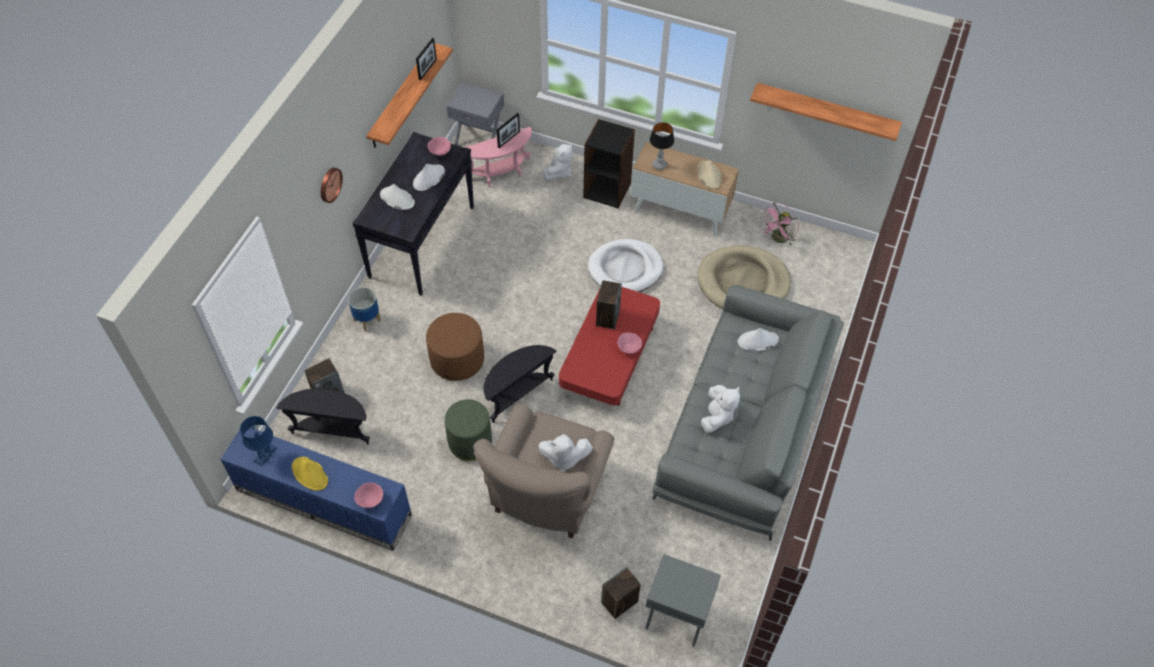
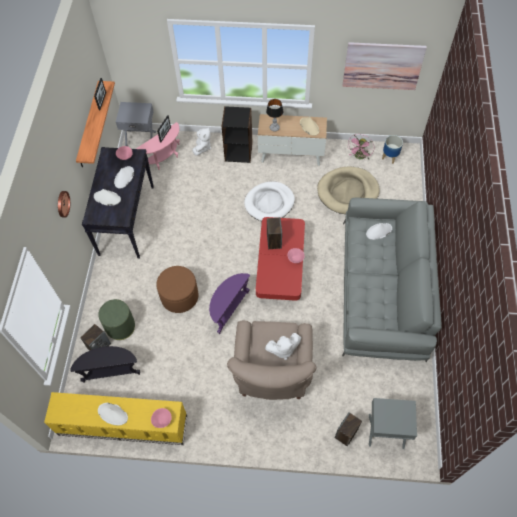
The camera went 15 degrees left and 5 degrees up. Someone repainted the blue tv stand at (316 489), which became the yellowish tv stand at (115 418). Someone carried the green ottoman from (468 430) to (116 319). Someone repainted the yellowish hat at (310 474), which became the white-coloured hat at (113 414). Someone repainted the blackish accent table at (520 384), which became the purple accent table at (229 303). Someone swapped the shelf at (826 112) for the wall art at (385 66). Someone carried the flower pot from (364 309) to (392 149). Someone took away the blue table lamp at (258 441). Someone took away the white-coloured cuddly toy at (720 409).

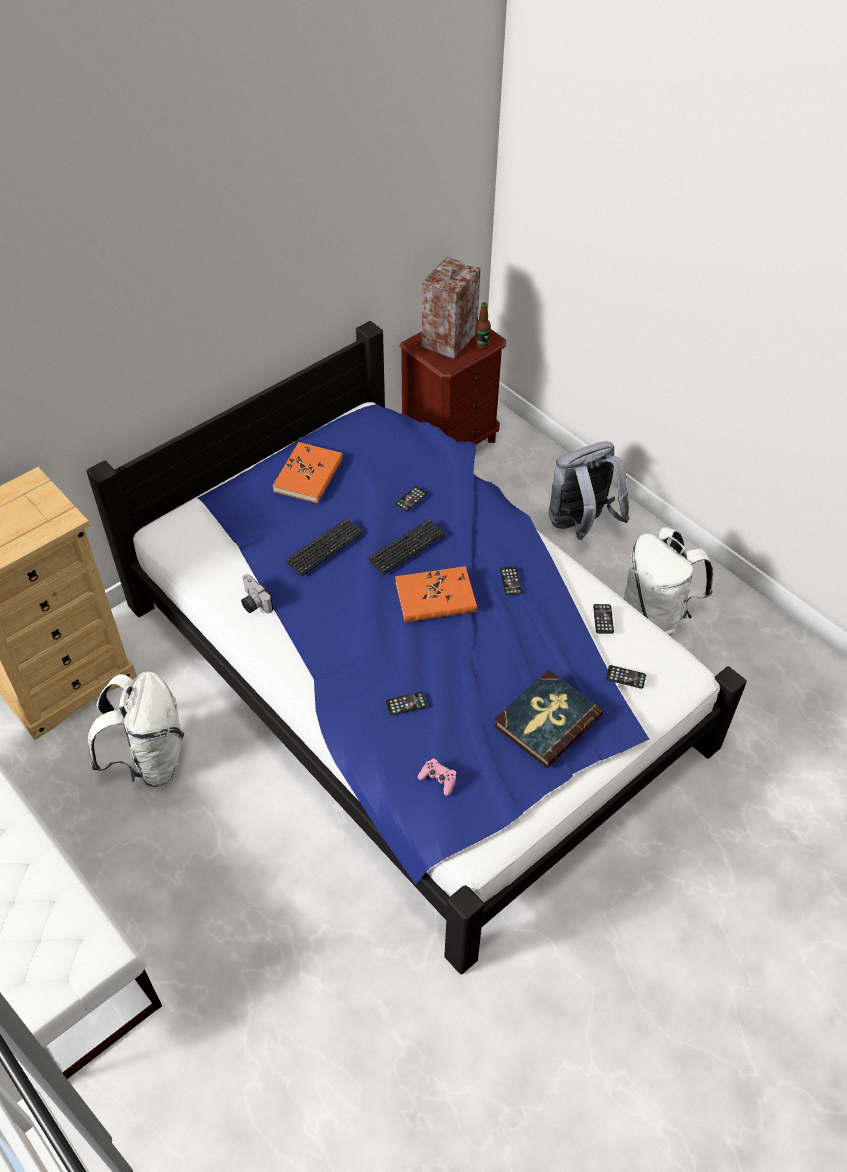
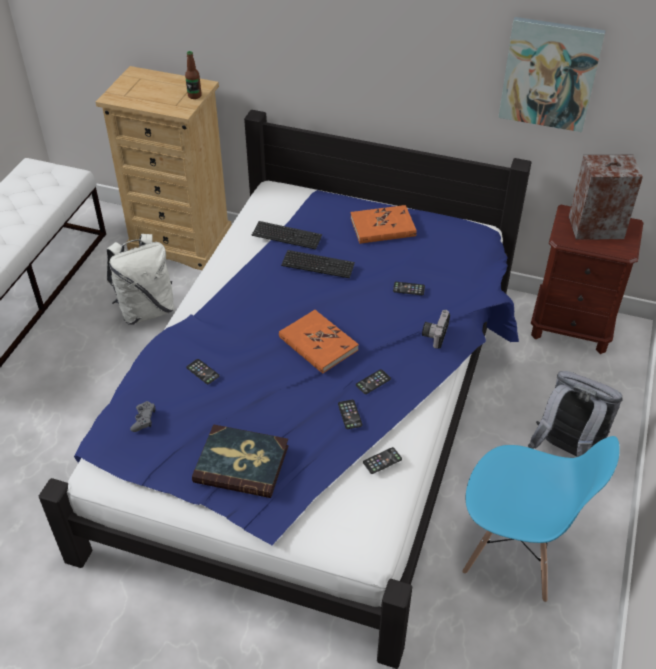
The camera went 60 degrees right and 5 degrees down. Someone repainted the pink joypad at (437 777), which became the grey joypad at (143 416). Someone carried the bottle from (483 326) to (193 75). Someone carried the PC keyboard from (406 547) to (287 235). Someone carried the telephone from (626 677) to (350 414). Someone carried the still camera from (257 593) to (436 329). Someone swapped the white-coloured rucksack at (669 581) for the blue upright chair at (541 519). Someone put up the wall art at (552 74).

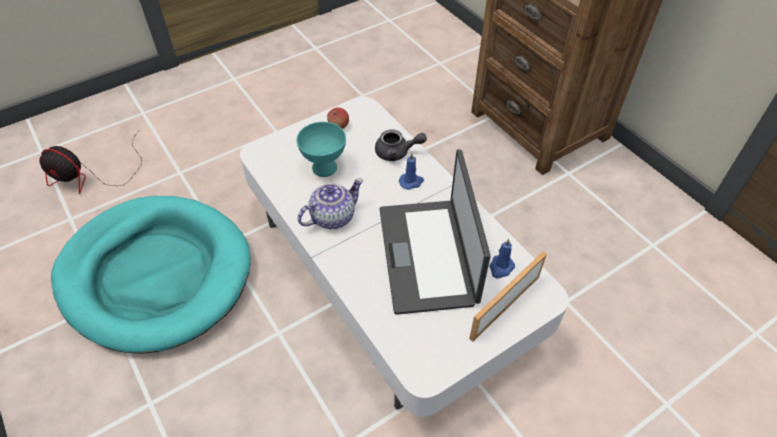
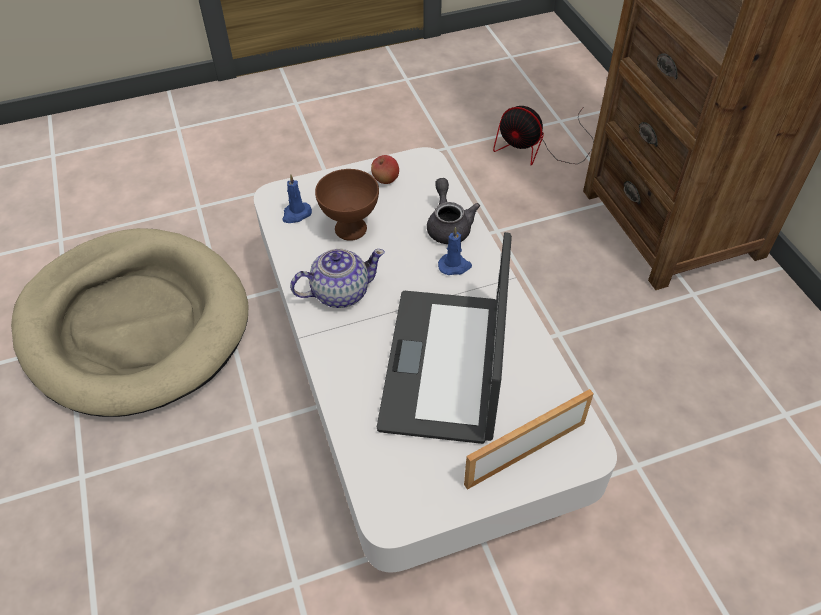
The camera went 15 degrees right and 0 degrees up. Someone repainted the turquoise dog bed at (151 274), which became the beige dog bed at (129 322). Someone carried the blue wax light from (502 258) to (297 198). Someone repainted the turquoise bowl at (321 149), which became the brownish bowl at (347 205). Someone rotated the grey tea pot at (401 145) by 120 degrees counterclockwise. Someone carried the fan from (90 162) to (543 135).

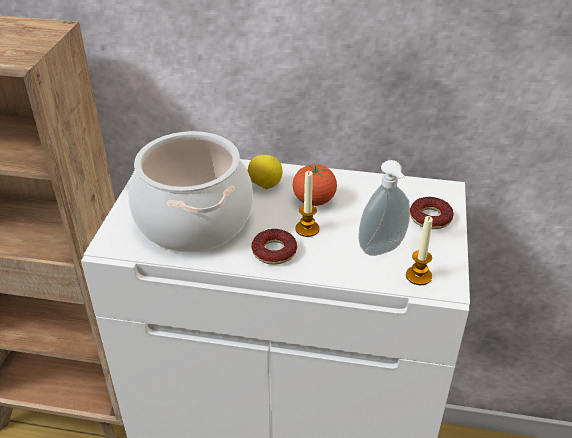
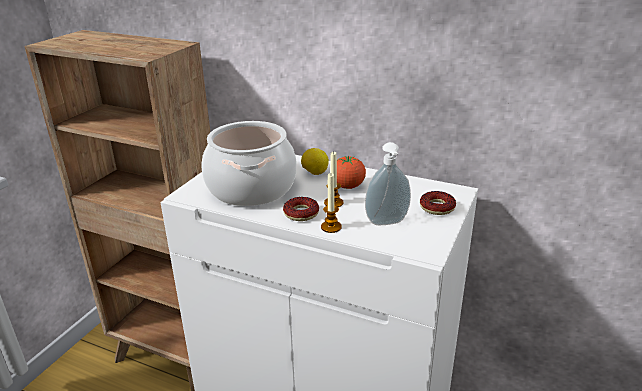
The camera went 15 degrees right and 10 degrees down. Someone carried the wax light from (419 250) to (331 203).

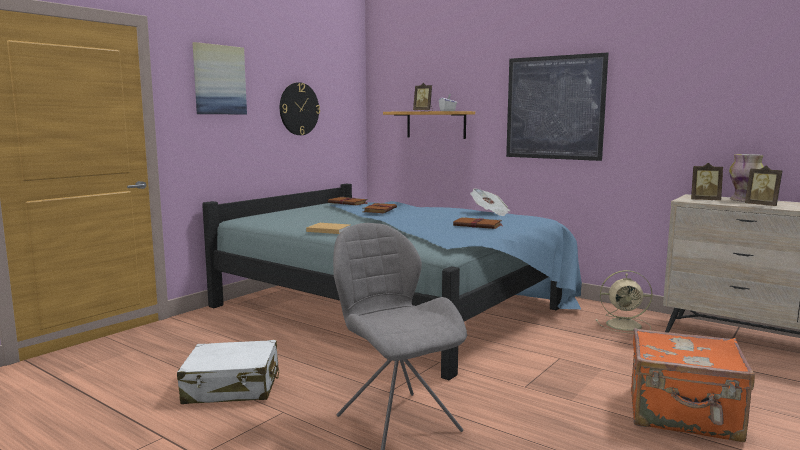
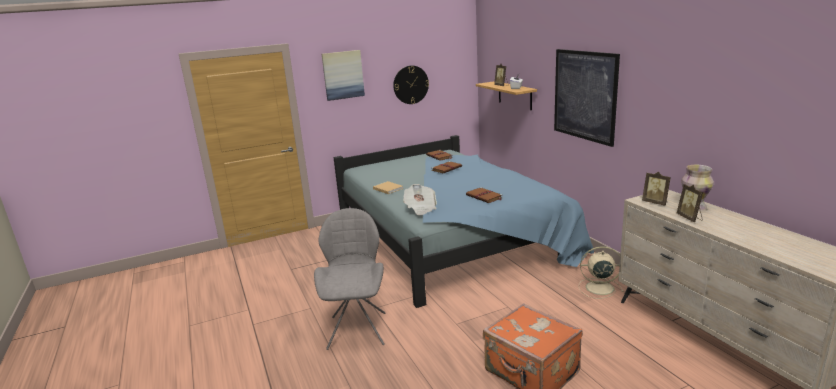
The camera went 30 degrees right and 10 degrees up. Someone carried the printed paper from (490 202) to (420 199). Someone rotated the beige fan at (624 302) by 150 degrees clockwise. Someone took away the white-coloured travel case at (228 372).

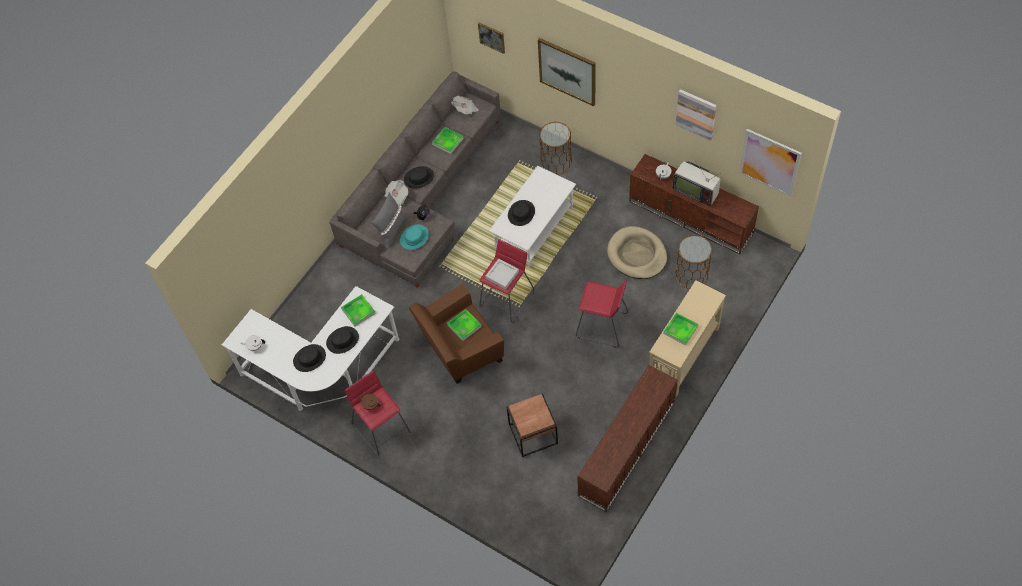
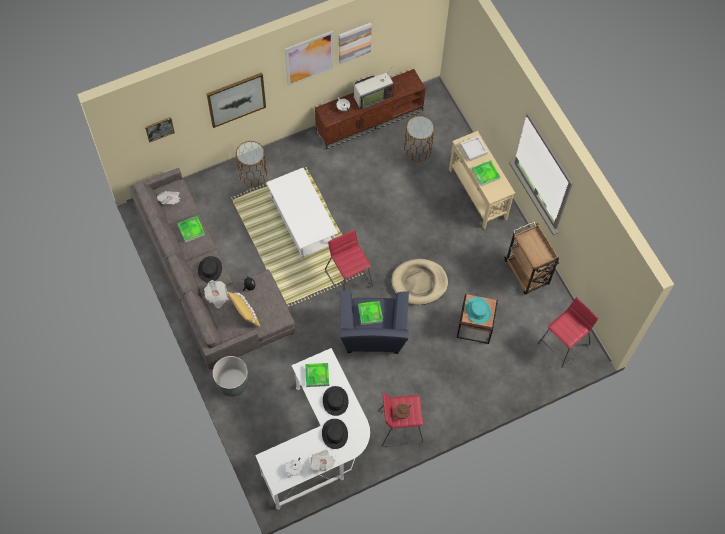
The camera went 65 degrees left and 5 degrees up. Someone put down the grey flower pot at (230 376). Someone repainted the grey cushion at (389 219), which became the yellowish cushion at (243 309). Someone carried the wall art from (770 163) to (309 58). Someone put down the printed paper at (322 461). Someone repainted the brownish armchair at (456 333), which became the blue armchair at (374 322). Someone carried the beige dog bed from (637 252) to (419 282). Someone carried the grey tray from (502 274) to (474 148). Someone carried the turquoise hat from (414 237) to (478 310). Someone swapped the brownish tv stand at (627 438) for the brownish trolley at (531 258). Someone carried the red stool from (602 313) to (567 332). Someone took away the blackish hat at (521 213).

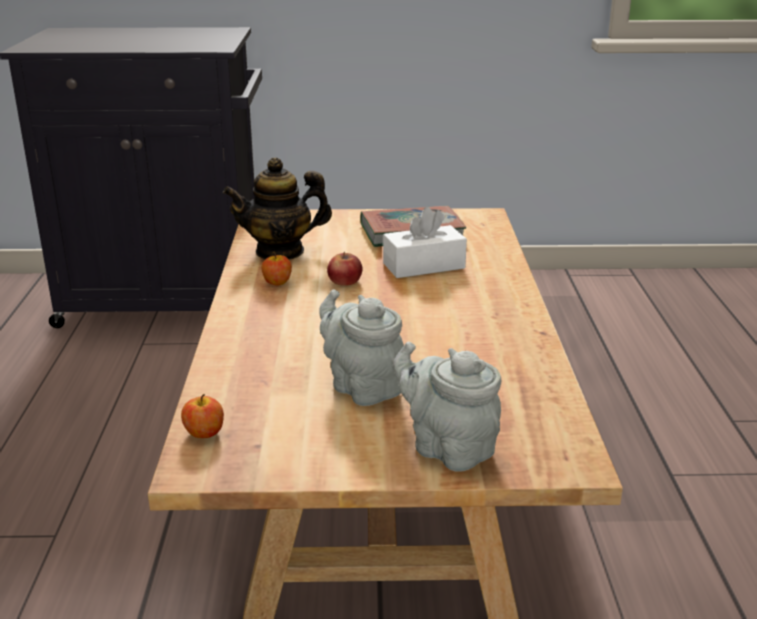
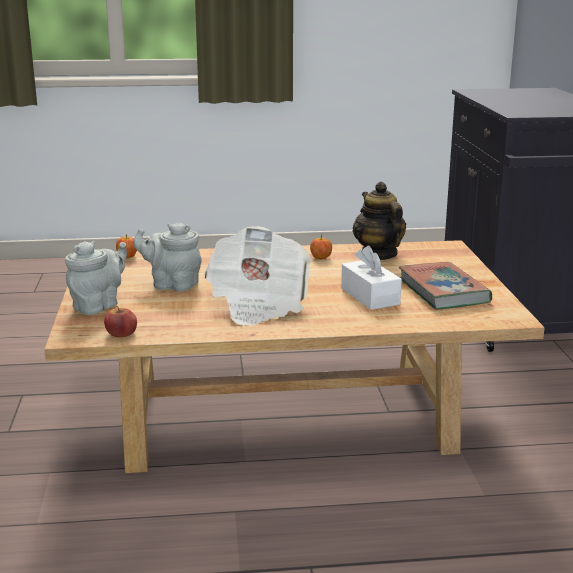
The camera went 85 degrees right and 5 degrees down. Someone carried the whole apple from (344 268) to (120 321). Someone rotated the grey tea pot at (361 347) by 120 degrees counterclockwise. Someone put down the printed paper at (257 276).

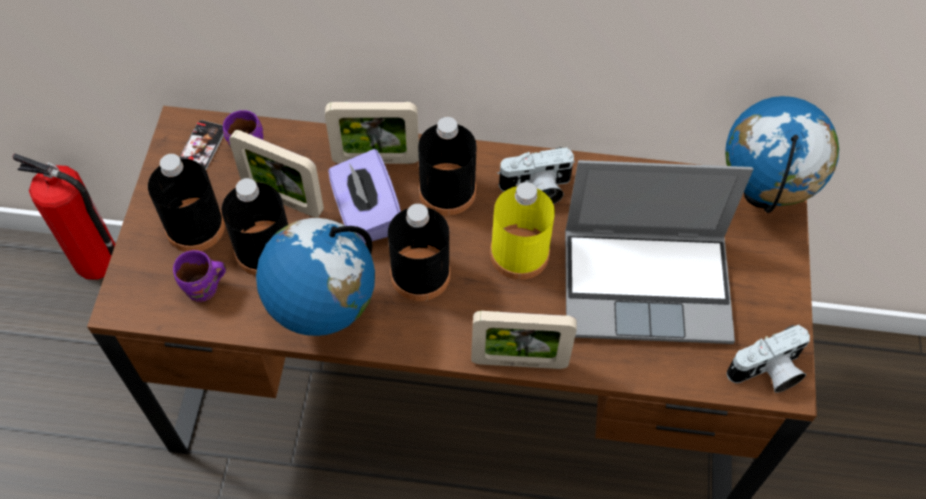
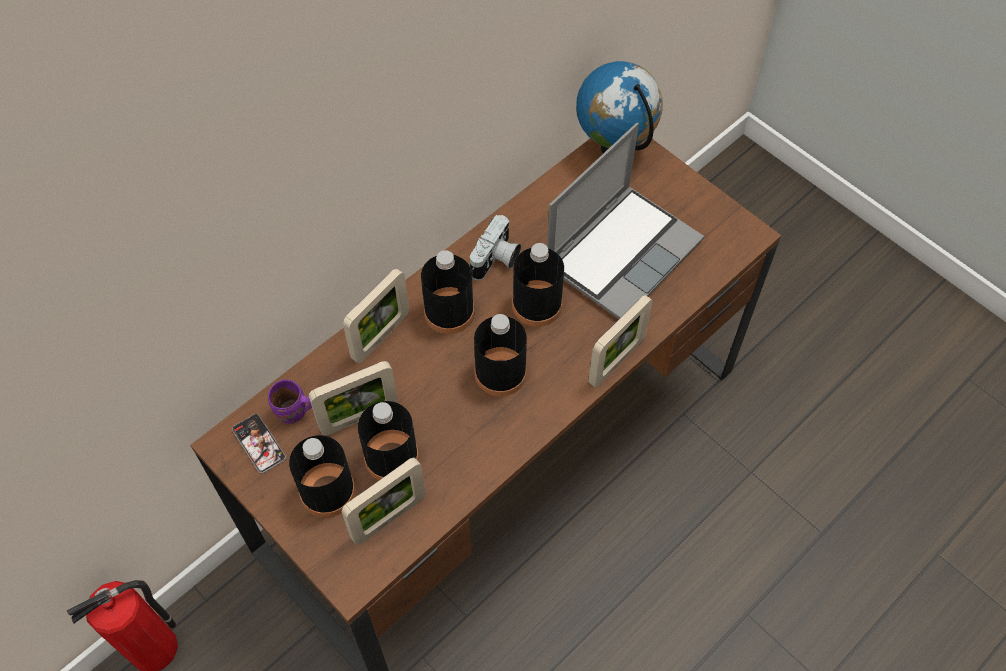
The camera went 50 degrees left and 0 degrees up. Someone swapped the purple tea mug at (199 276) for the picture frame at (383 501). Someone repainted the yellowish bottle at (522 231), which became the blackish bottle at (538 285). Someone took away the globe at (315 277). Someone took away the purple tissue box at (364 196). Someone took away the still camera at (768 359).

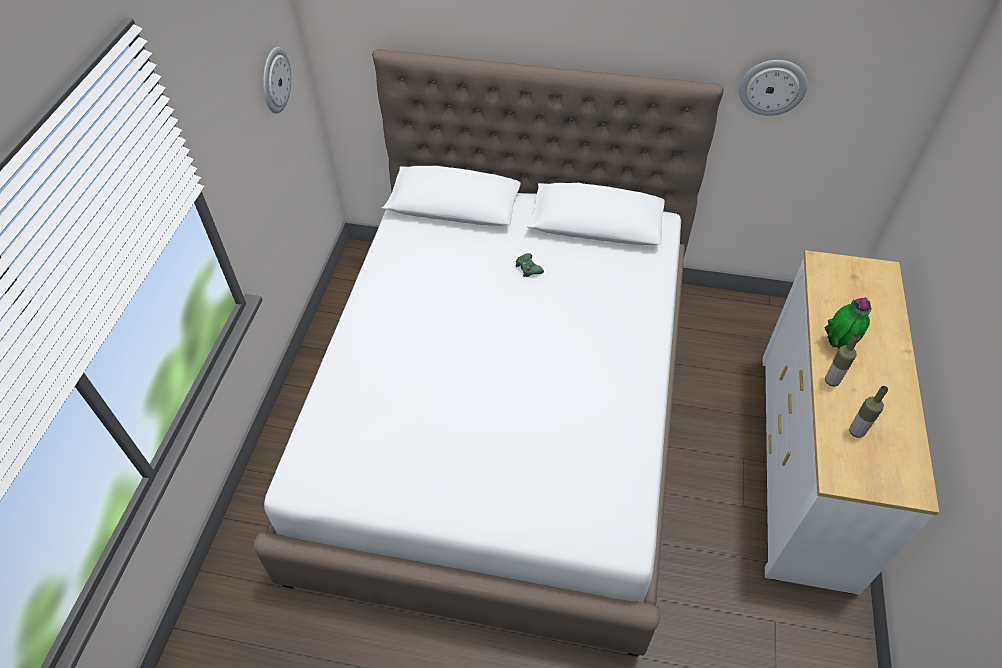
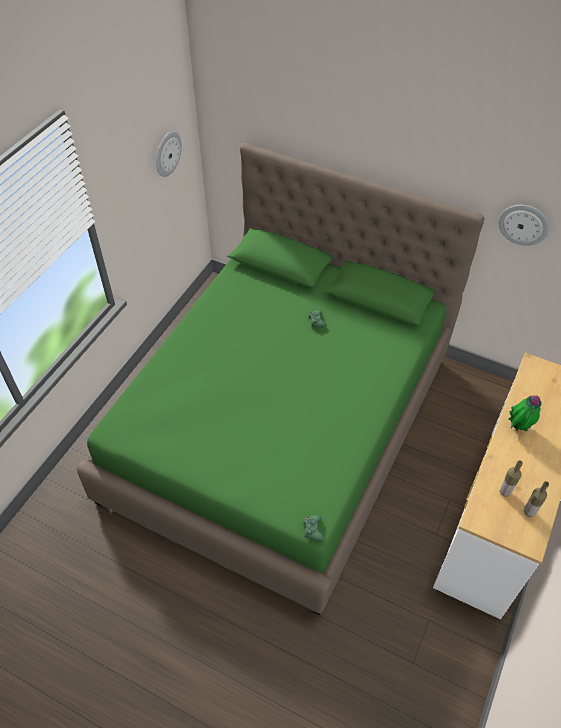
The camera went 15 degrees right and 0 degrees up. Someone repainted the white-coloured bed at (489 352), which became the green bed at (280 379). Someone put down the green joypad at (313 528). Someone carried the bottle from (842 360) to (536 499).

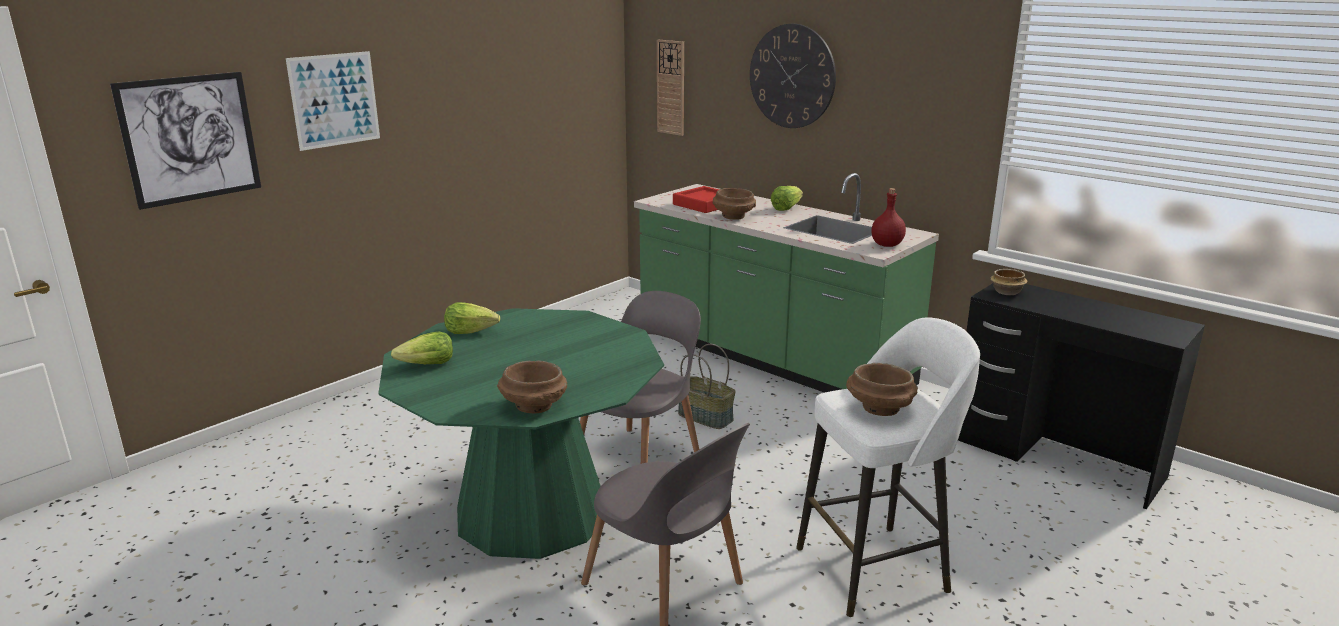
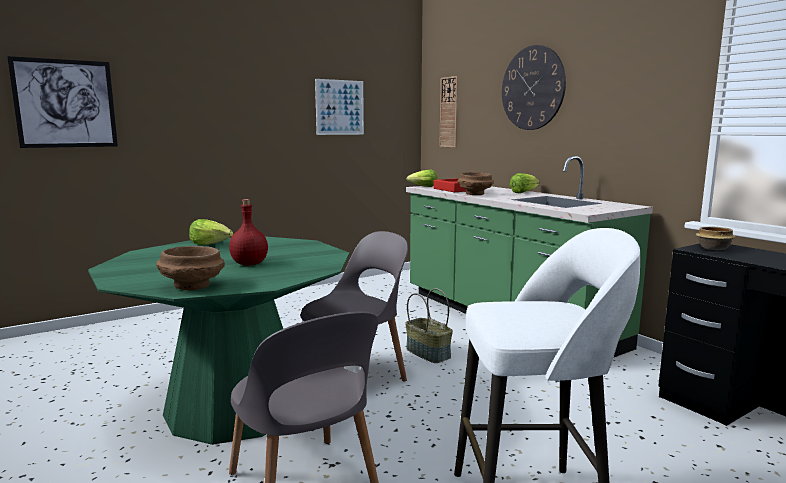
The camera went 15 degrees right and 10 degrees down. Someone carried the red bottle from (888 217) to (248 232). Someone carried the wall art from (333 101) to (339 107). Someone carried the head of lettuce from (422 348) to (421 178). Someone took away the brownish bowl at (882 389).

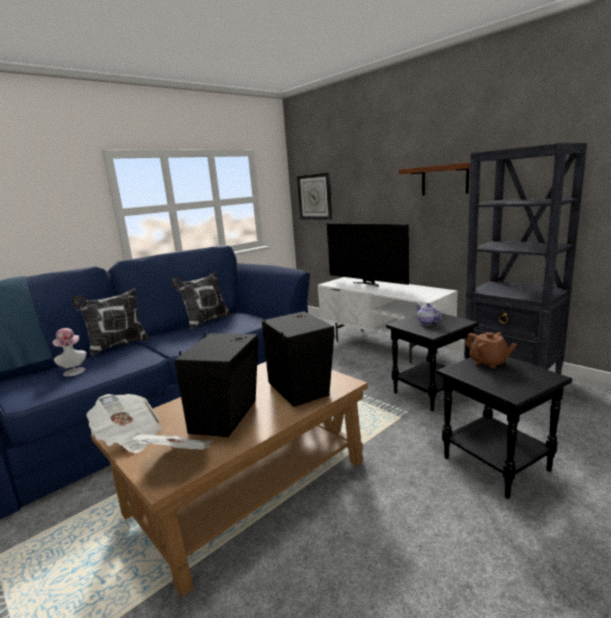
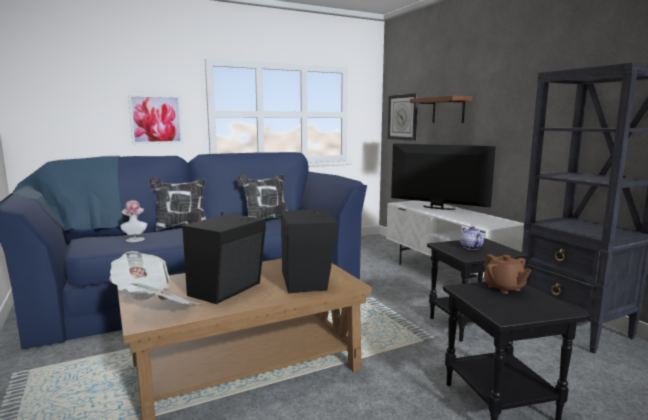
The camera went 15 degrees right and 5 degrees down. Someone put up the wall art at (155 119). Someone rotated the TV at (368 255) by 150 degrees clockwise. Someone carried the shelf from (435 179) to (441 109).

